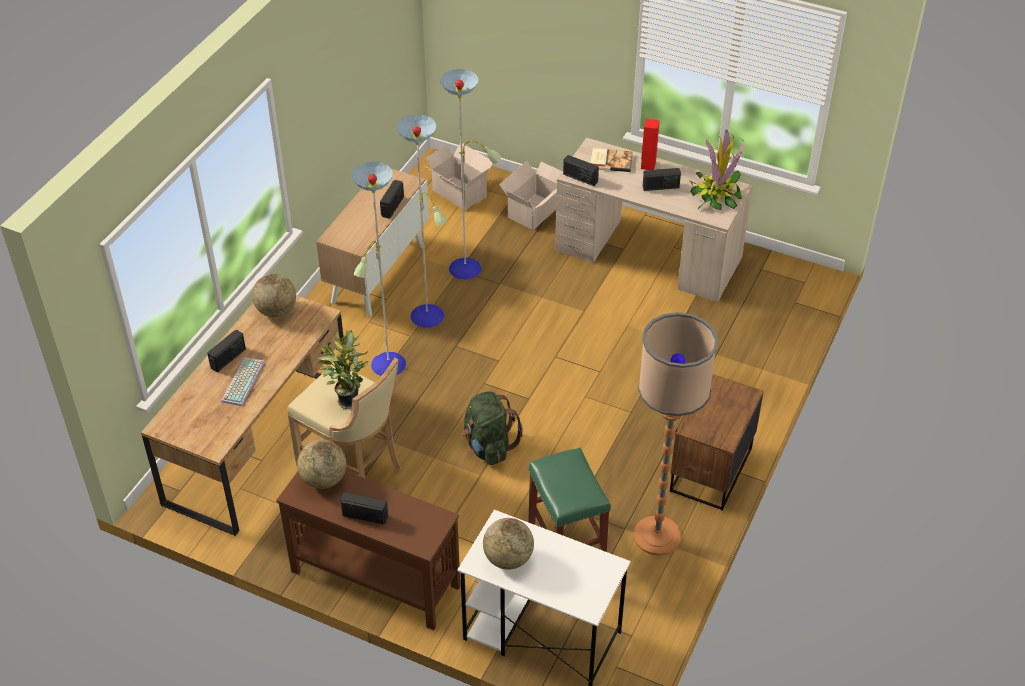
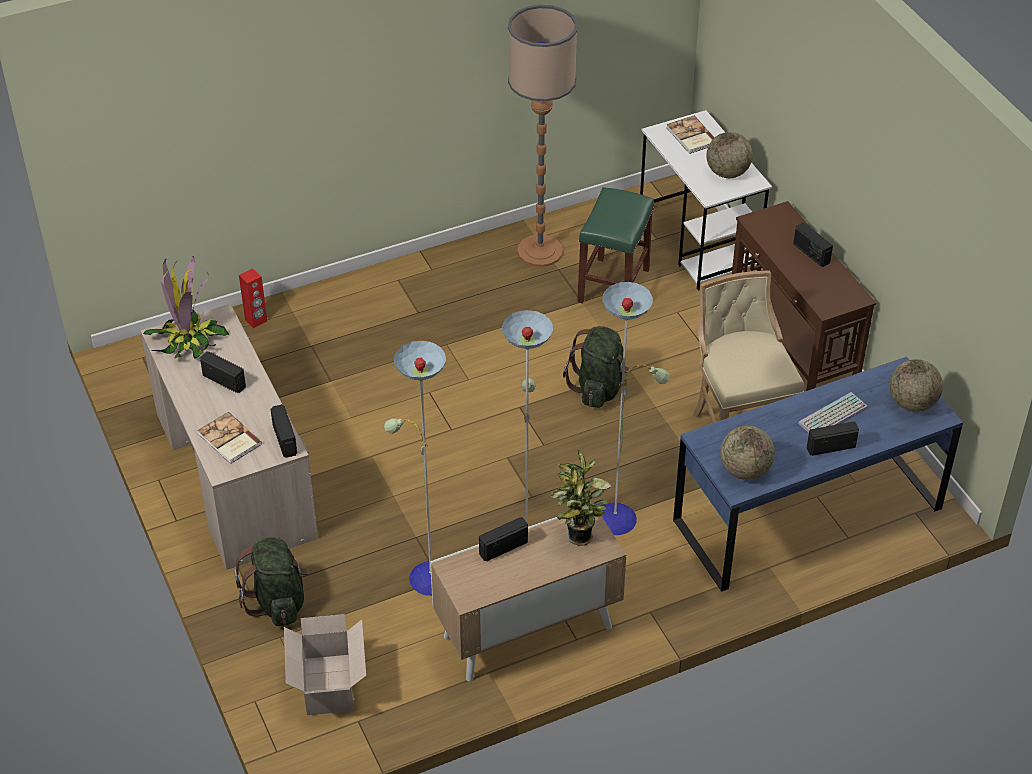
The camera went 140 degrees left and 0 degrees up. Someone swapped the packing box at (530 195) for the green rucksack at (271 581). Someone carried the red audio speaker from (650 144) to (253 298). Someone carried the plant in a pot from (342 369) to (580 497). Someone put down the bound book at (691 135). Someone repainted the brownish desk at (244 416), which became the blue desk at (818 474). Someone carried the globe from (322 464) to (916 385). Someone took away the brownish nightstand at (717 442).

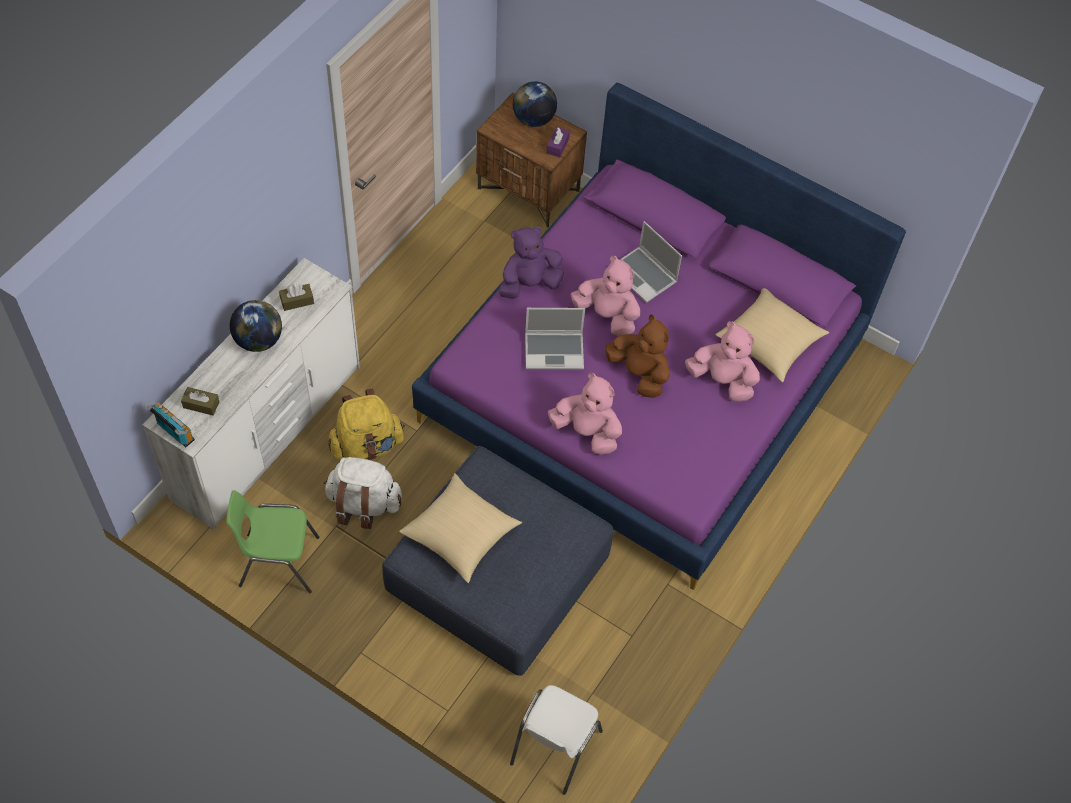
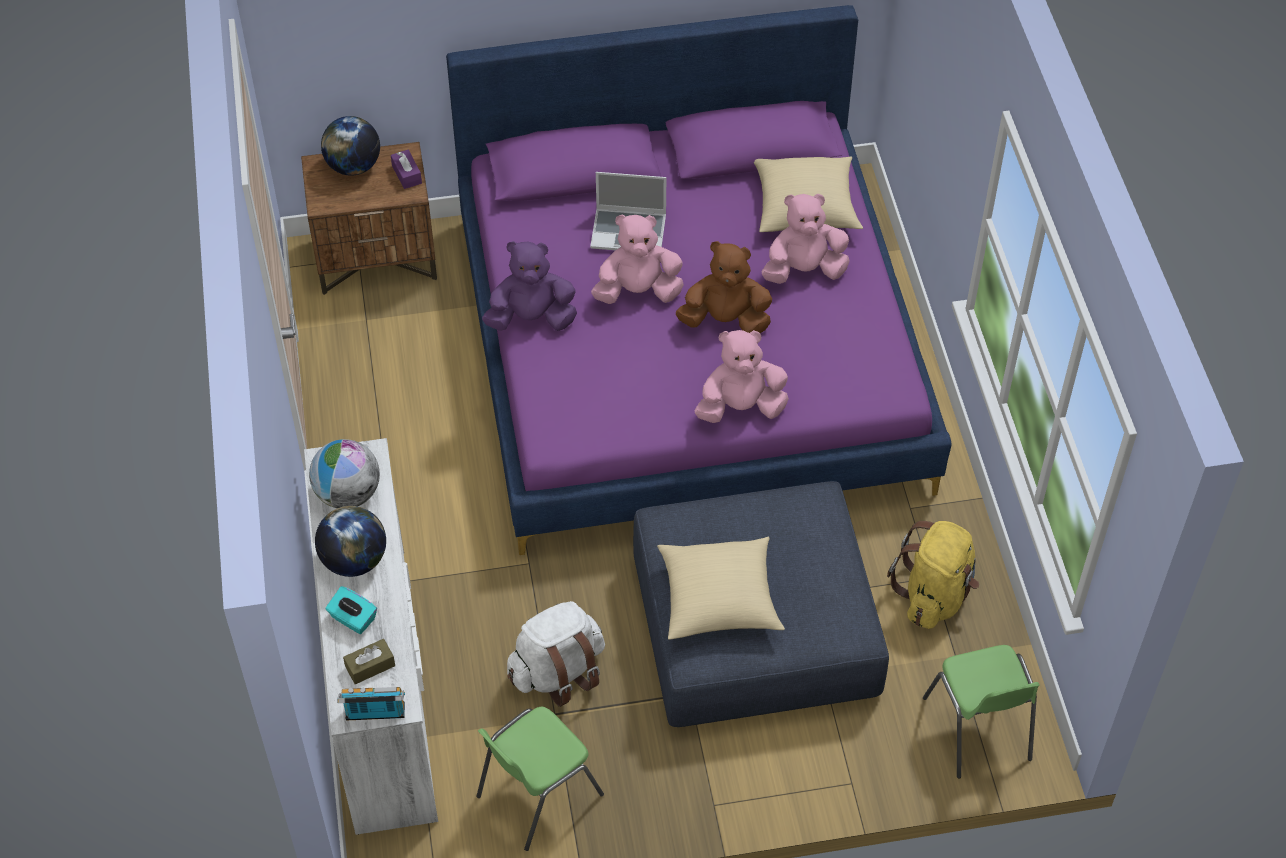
The camera went 40 degrees left and 5 degrees down. Someone swapped the brownish tissue box at (296 297) for the globe at (344 473). Someone put down the turquoise tissue box at (351 610). Someone rotated the purple cuddly toy at (531 262) by 60 degrees clockwise. Someone carried the yellowish rucksack from (366 424) to (933 575). Someone repainted the white-coloured upright chair at (556 740), which became the green upright chair at (981 711). Someone took away the notebook computer at (555 338).

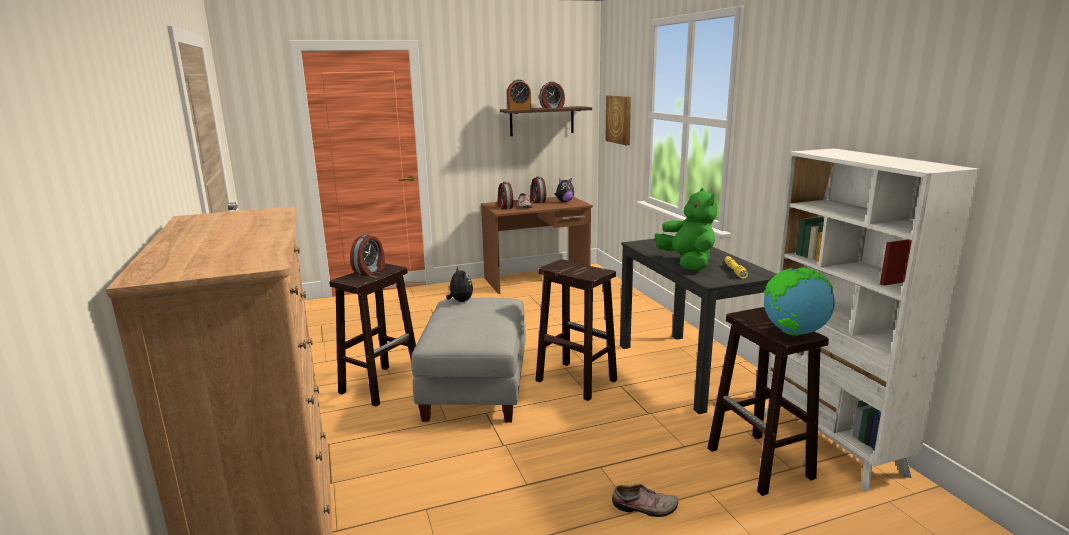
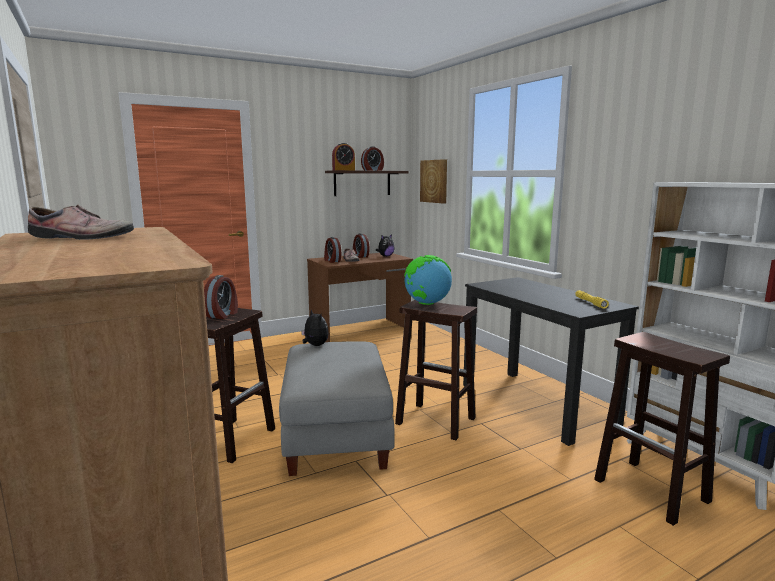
The camera went 10 degrees left and 5 degrees down. Someone carried the shoe from (645 500) to (81 222). Someone carried the globe from (799 301) to (428 280). Someone took away the green cuddly toy at (686 229).

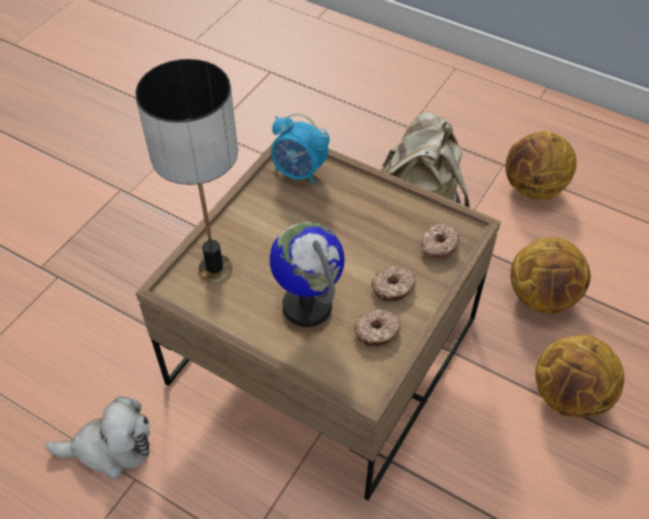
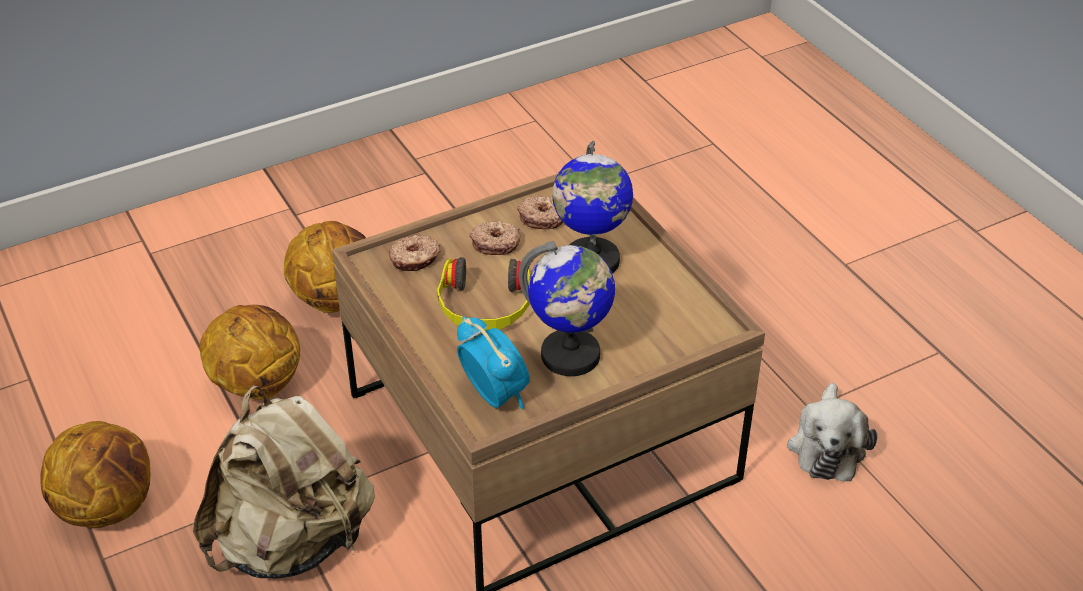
The camera went 150 degrees left and 10 degrees down. Someone put down the pair of headphones at (483 295). Someone put down the globe at (567 308). Someone rotated the cuddly toy at (97 437) by 105 degrees counterclockwise. Someone took away the table lamp at (186 170).

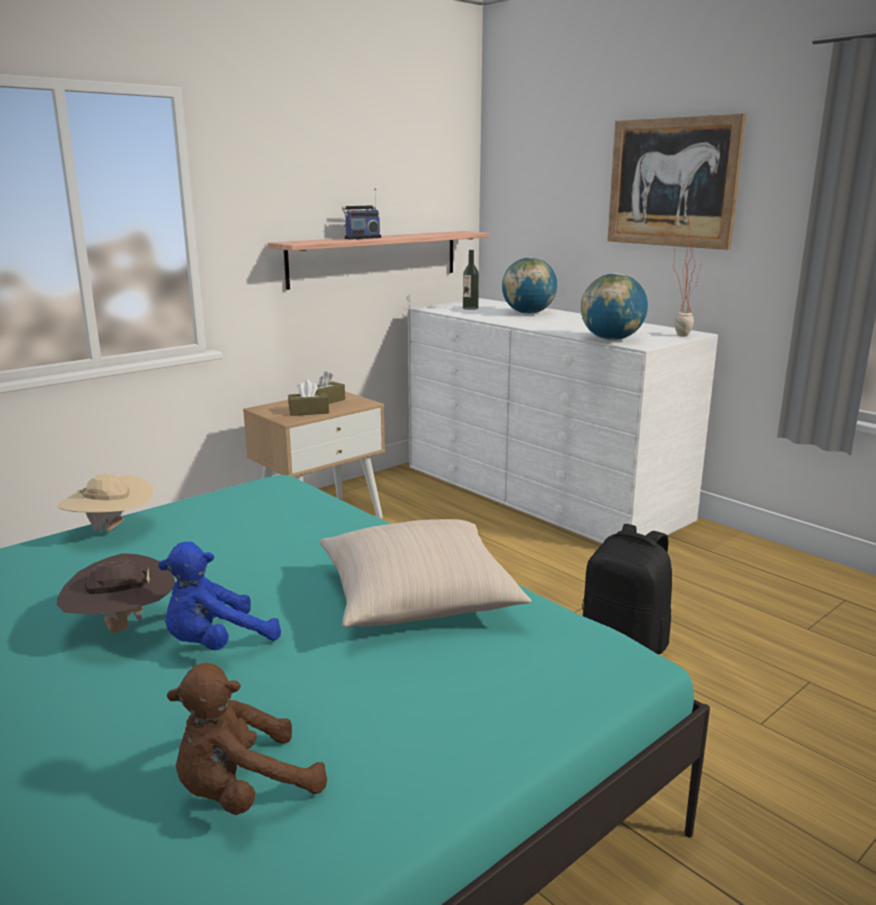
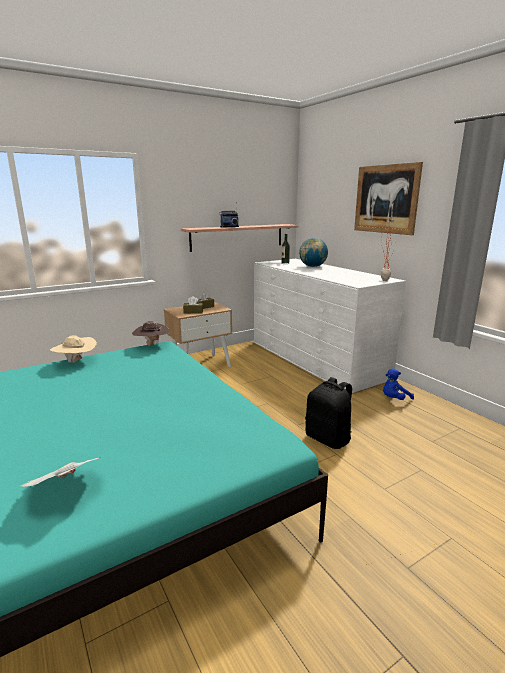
The camera went 10 degrees right and 0 degrees up. Someone swapped the brownish cuddly toy at (247 739) for the printed paper at (61 472). Someone carried the brownish hat from (116 593) to (150 333). Someone carried the blue cuddly toy from (219 596) to (398 384). Someone took away the beige cushion at (426 573). Someone took away the globe at (614 306).

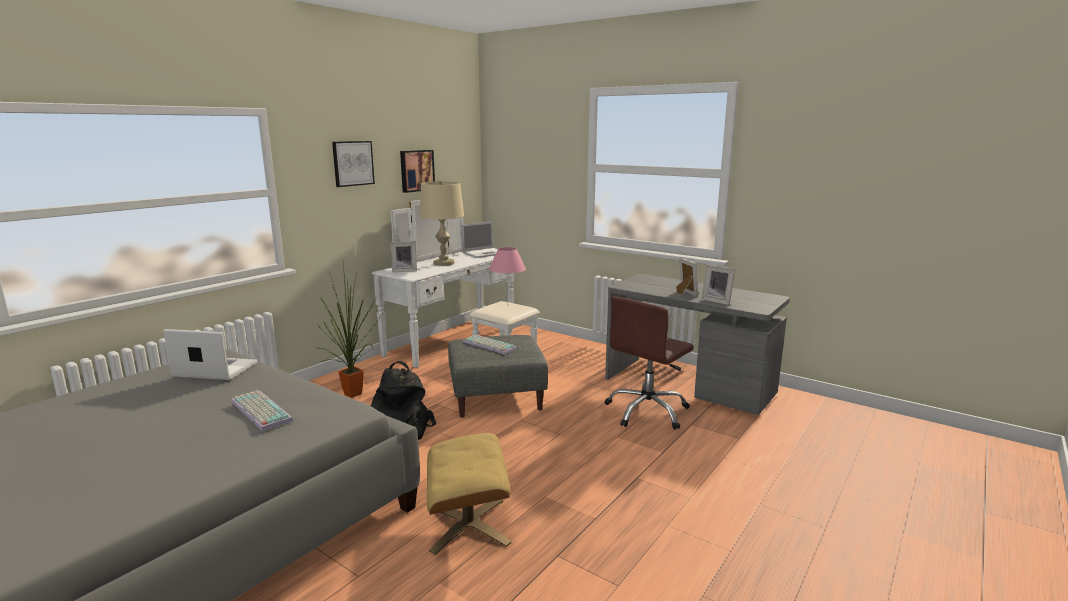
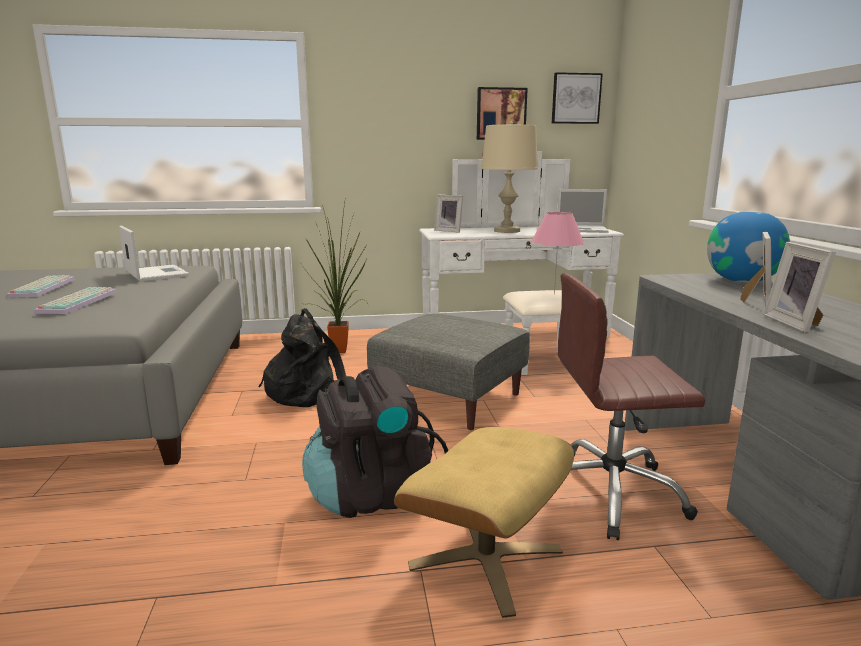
The camera went 45 degrees right and 0 degrees up. Someone carried the PC keyboard from (489 344) to (40 286). Someone put down the blackish rucksack at (375 441). Someone carried the beige ottoman from (469 494) to (484 522). Someone carried the wall art from (353 164) to (577 98). Someone put down the globe at (748 247).

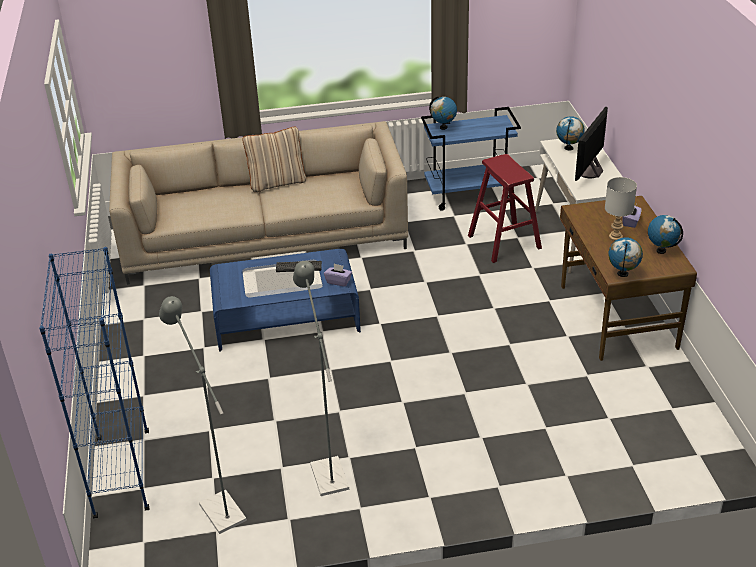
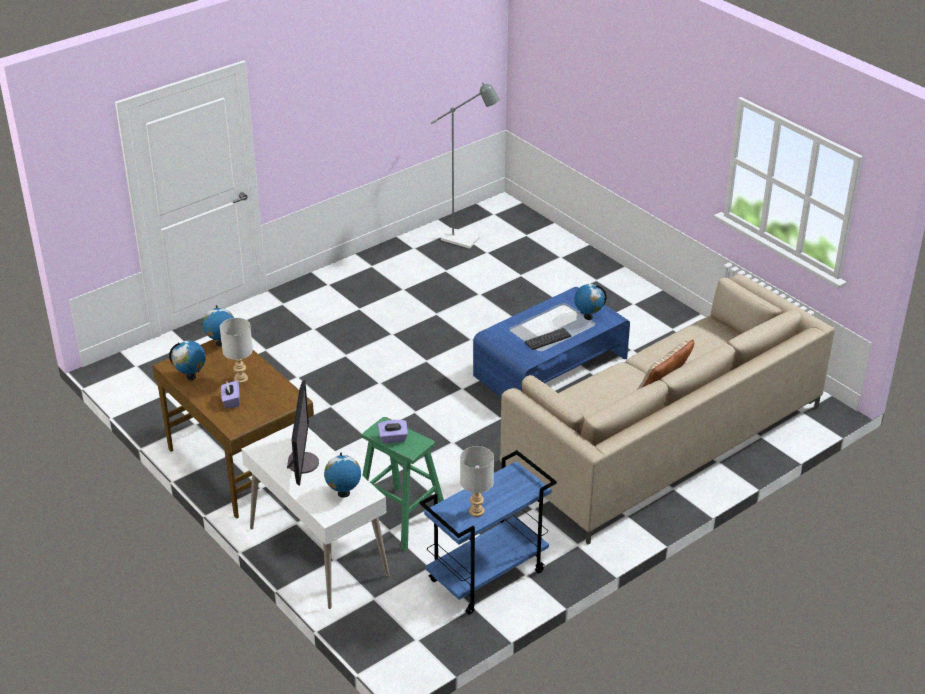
The camera went 150 degrees right and 0 degrees up. Someone repainted the red stool at (505 208), which became the green stool at (402 484). Someone carried the purple tissue box from (338 275) to (393 431). Someone put down the grey table lamp at (477 481). Someone carried the globe from (443 113) to (590 302). Someone took away the blue bookshelf at (94 382). Someone took away the grey floor lamp at (321 378).

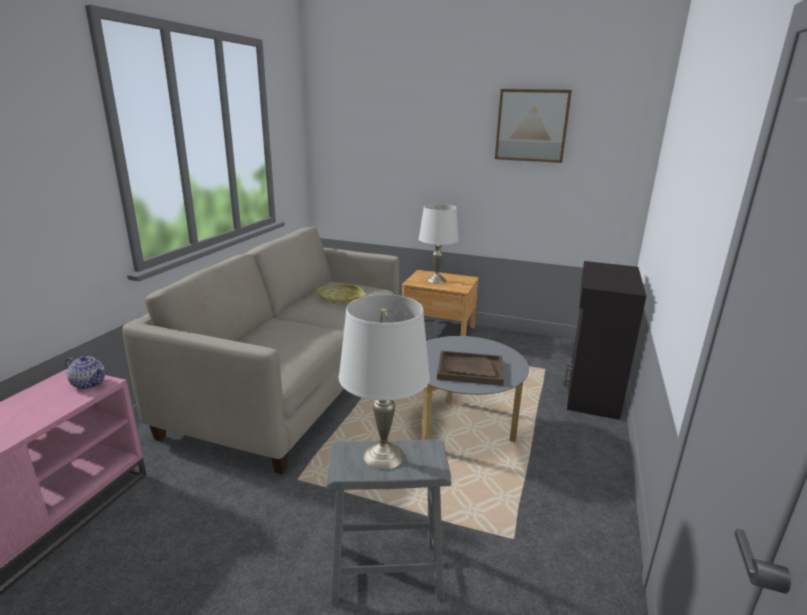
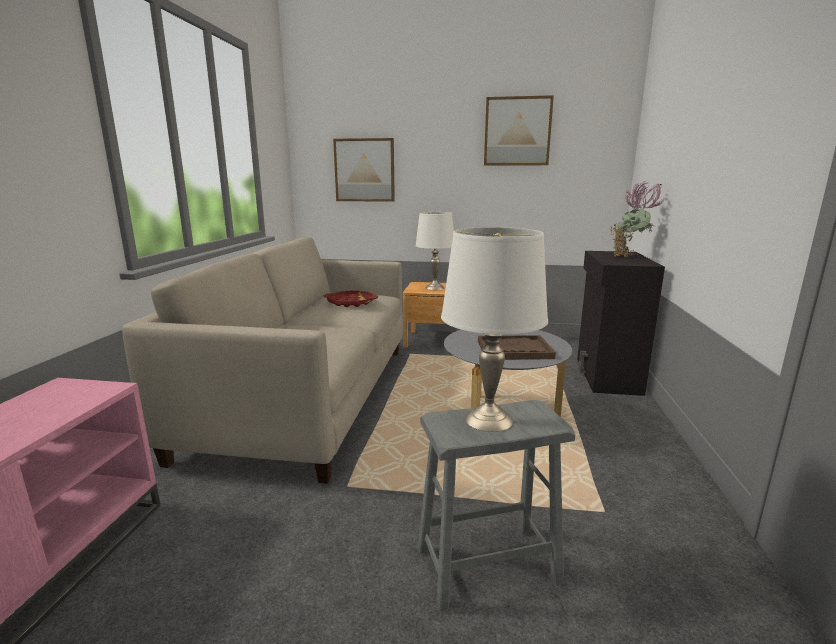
The camera went 10 degrees left and 5 degrees down. Someone repainted the yellowish tray at (341 294), which became the red tray at (351 298). Someone put up the wall art at (364 170). Someone put down the plant in a pot at (637 219). Someone took away the tea pot at (85 372).

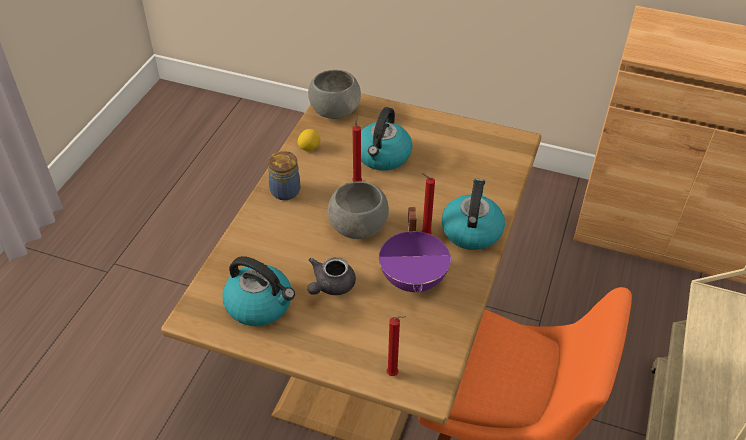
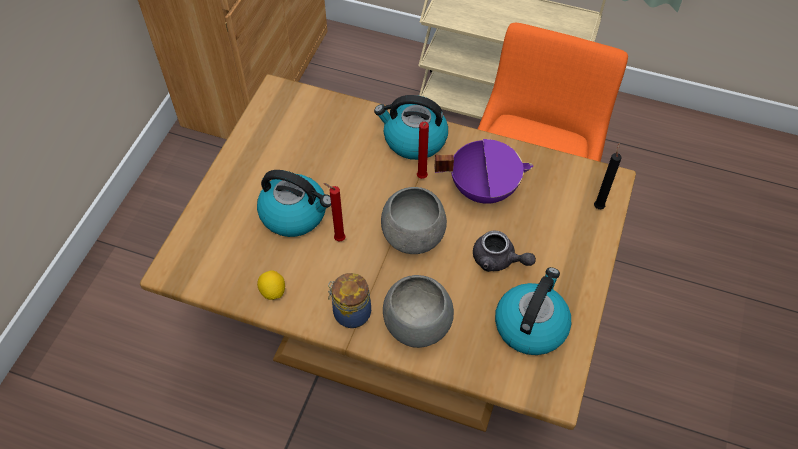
The camera went 90 degrees left and 10 degrees up. Someone carried the grey bowl from (334 94) to (418 311). Someone repainted the red wax light at (396 346), which became the blackish wax light at (608 176).

